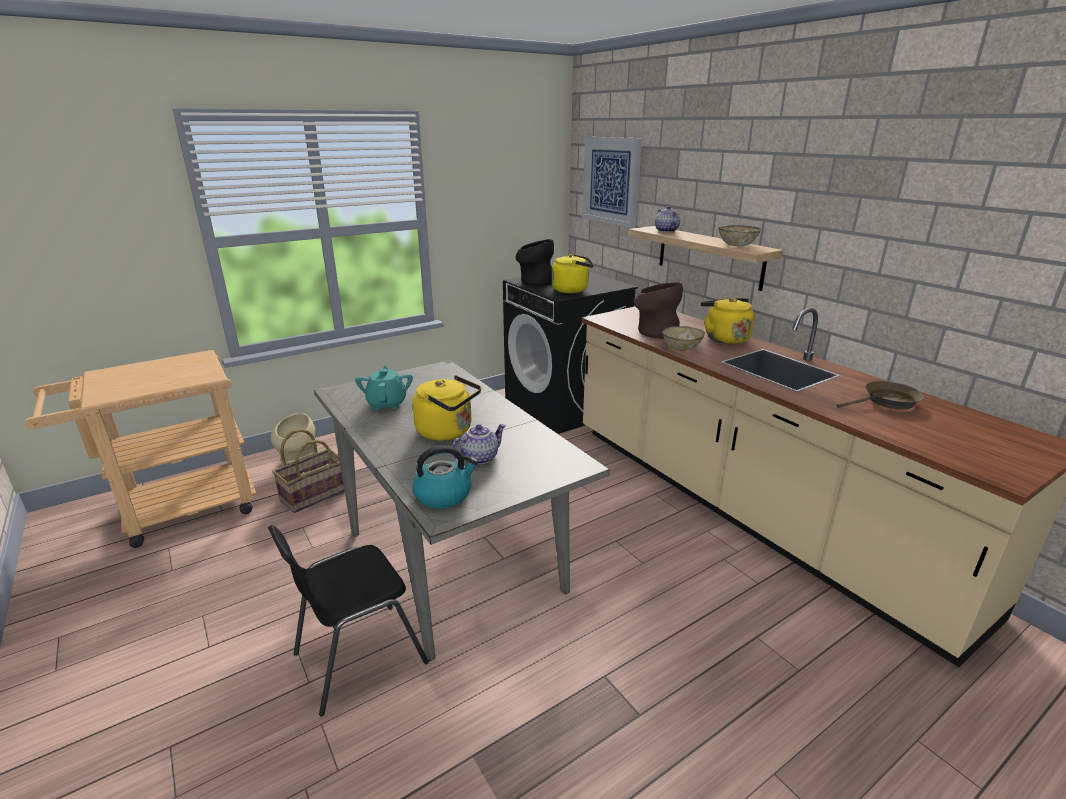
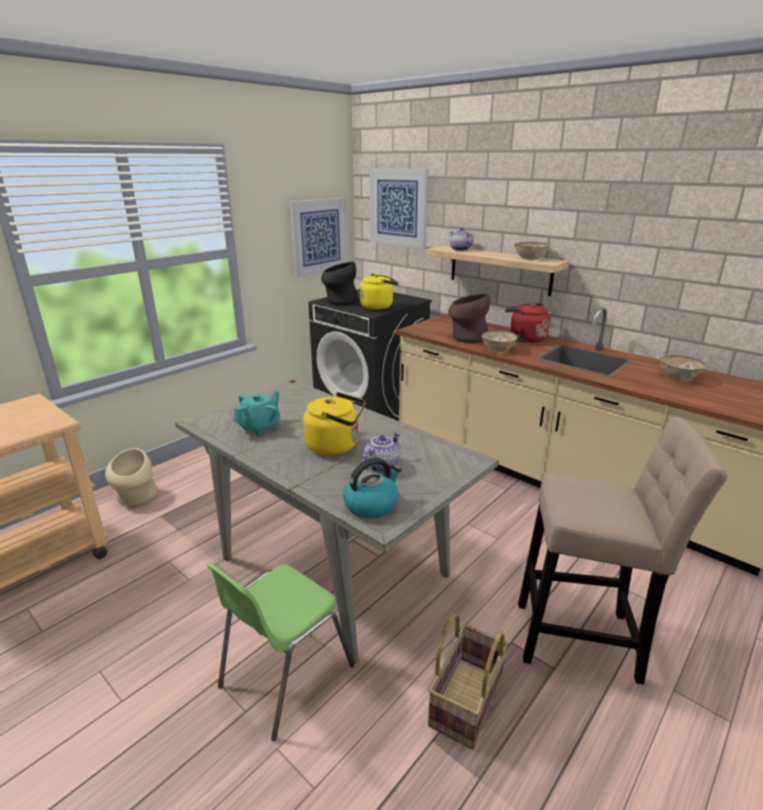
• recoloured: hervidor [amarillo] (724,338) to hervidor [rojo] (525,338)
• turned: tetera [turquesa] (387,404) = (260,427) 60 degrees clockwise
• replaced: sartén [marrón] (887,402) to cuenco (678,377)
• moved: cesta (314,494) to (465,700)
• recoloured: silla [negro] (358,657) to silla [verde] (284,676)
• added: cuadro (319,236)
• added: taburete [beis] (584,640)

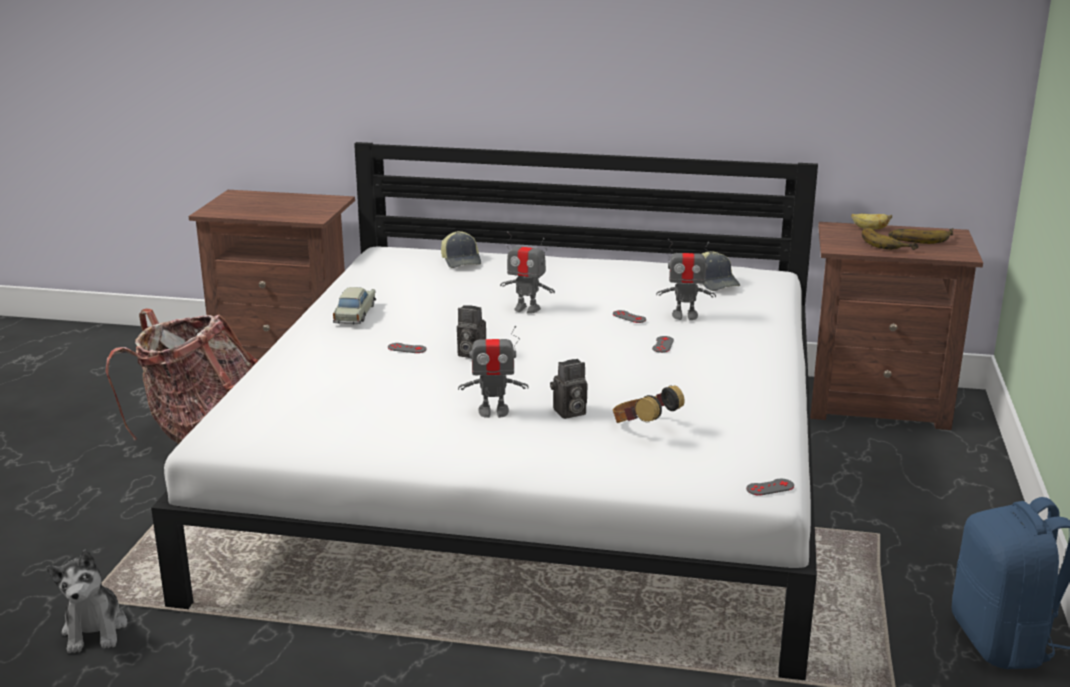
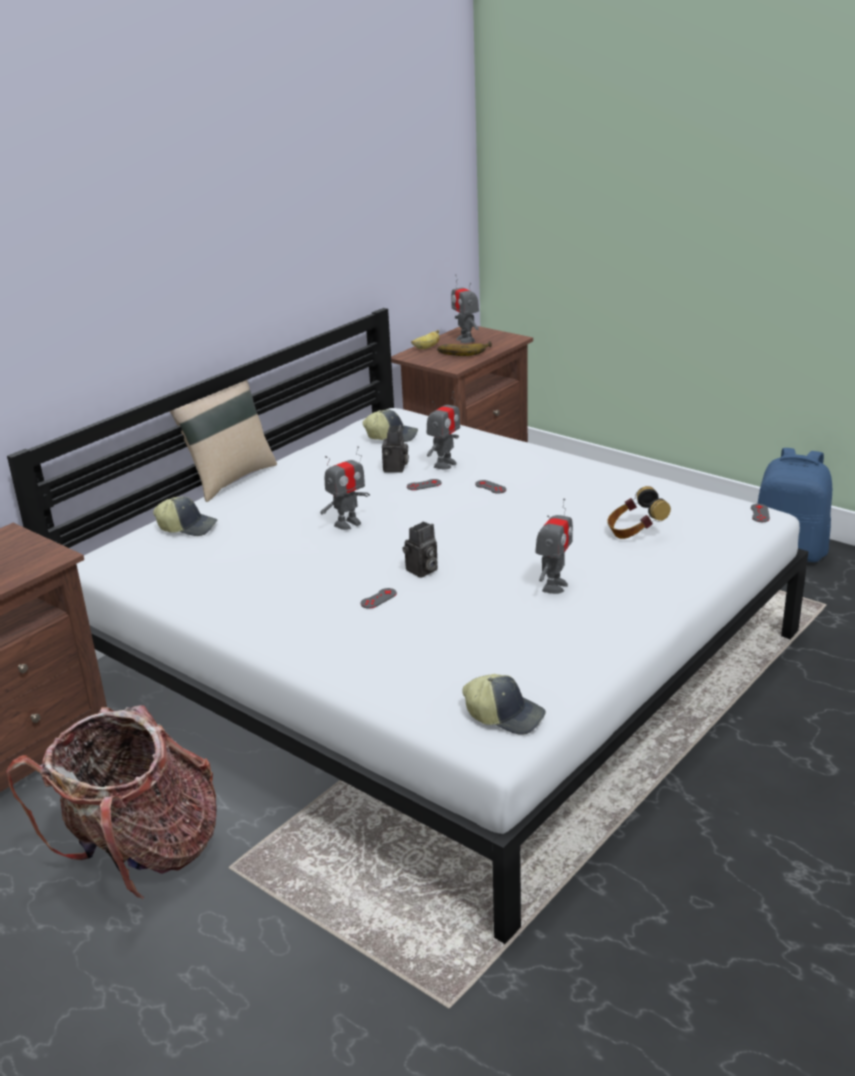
• replaced: plátano (920,238) to robot de juguete (465,339)
• removed: coche de juguete [beis] (354,314)
• moved: cámara (569,413) to (396,468)
• removed: peluche (95,630)
• added: cojín [beis] (229,479)
• added: gorra (505,715)

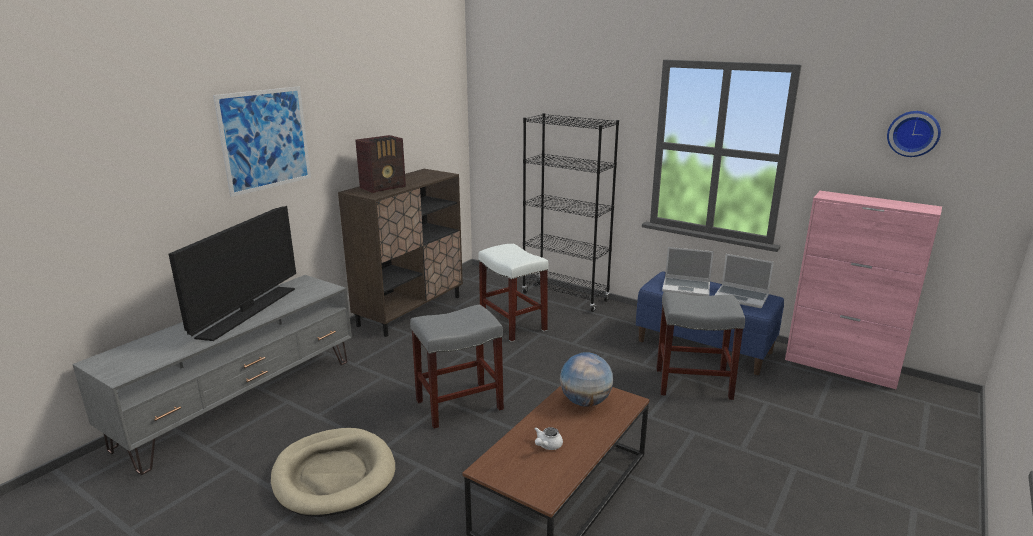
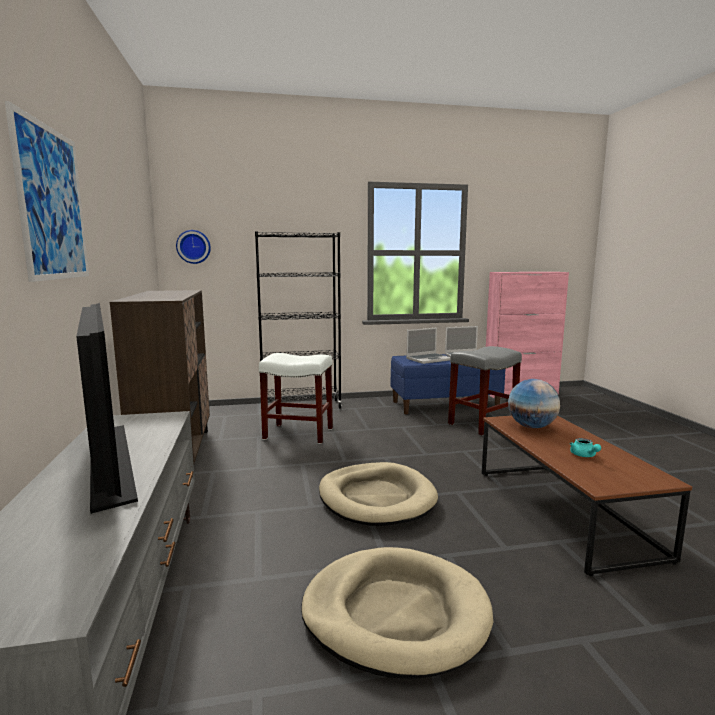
• moved: reloj de pared (913,133) to (193,246)
• removed: radio (384,187)
• replaced: taburete [gris] (460,404) to cama para perro [beis] (376,498)
• recoloured: tetera [blanco] (547,446) to tetera [turquesa] (584,456)

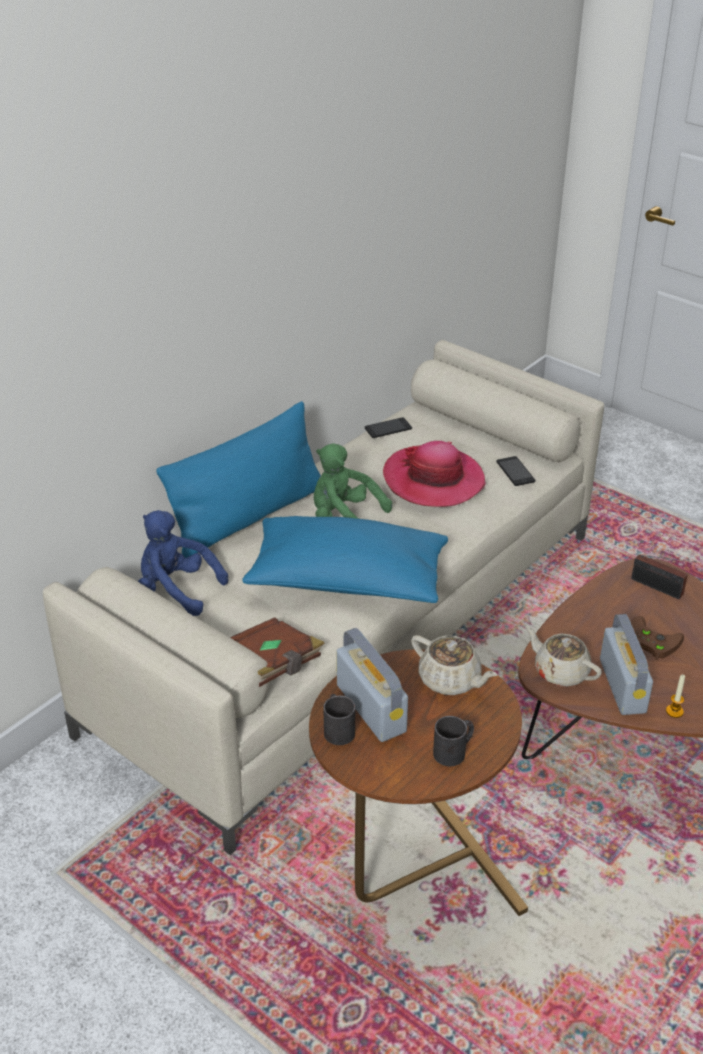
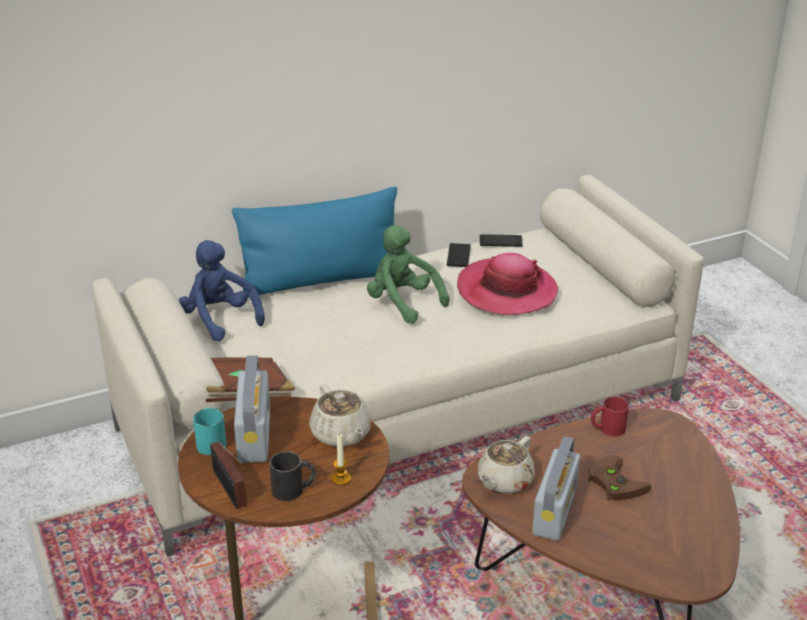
• moved: móvil (515,471) to (458,256)
• removed: cojín [azul] (347,581)
• moved: radio (659,588) to (230,490)
• turned: tetera [beis] (560,672) = (504,481) 120 degrees counterclockwise
• moved: vela (674,711) to (341,479)
• recoloured: taza grande [negro] (337,728) to taza grande [turquesa] (213,441)
• added: taza grande [rojo] (607,428)

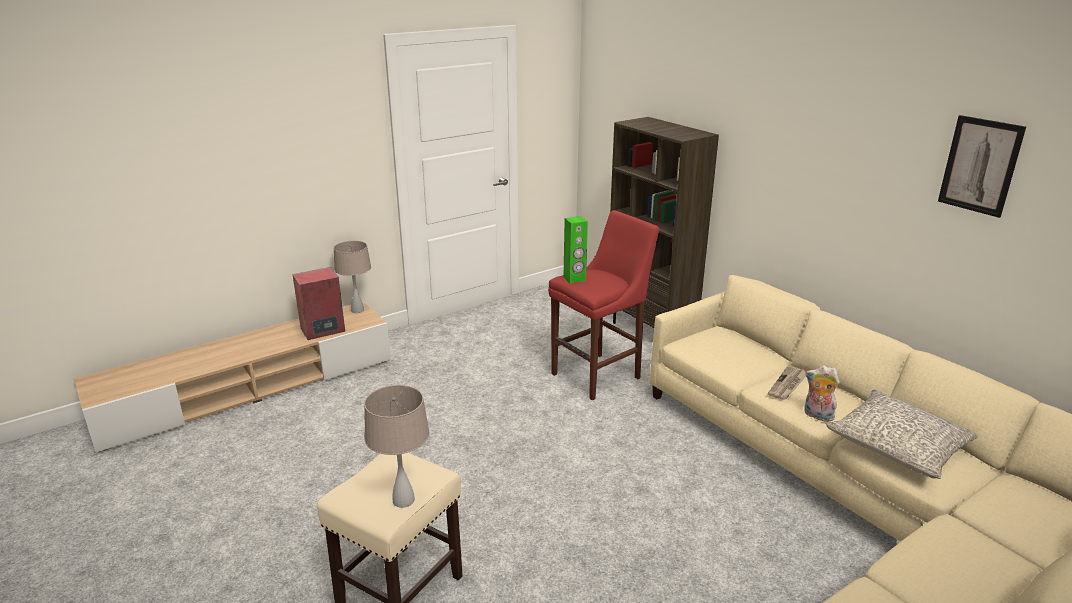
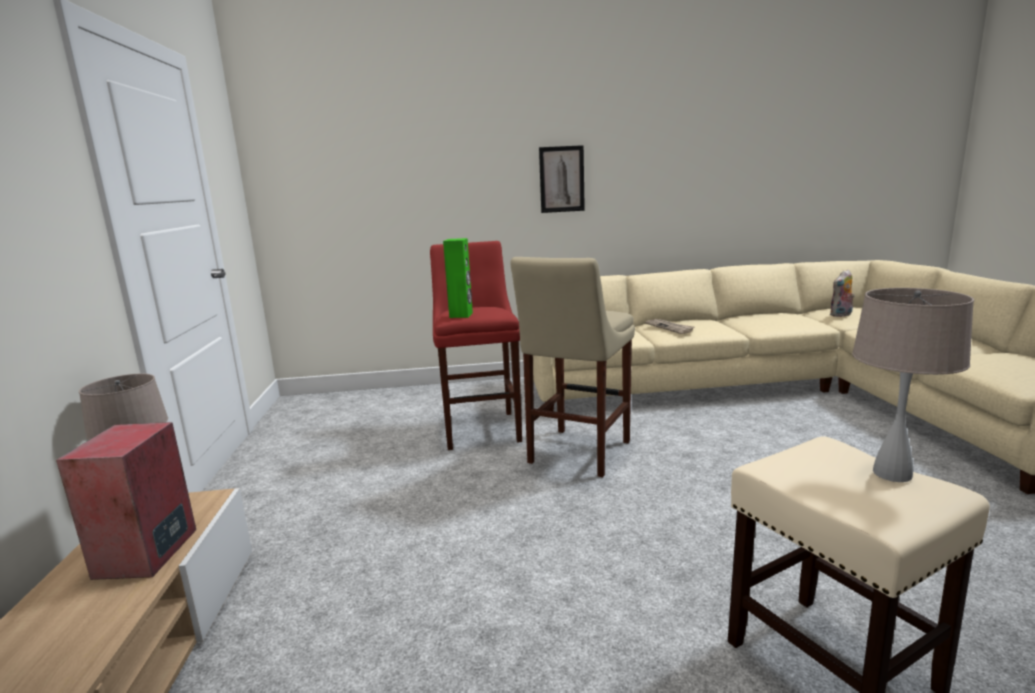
• moved: cuadro (980,165) to (561,179)
• removed: estantería [marrón] (650,332)
• moved: peluche (817,416) to (841,315)
• removed: cojín [gris] (899,446)
• added: taburete [beis] (576,454)

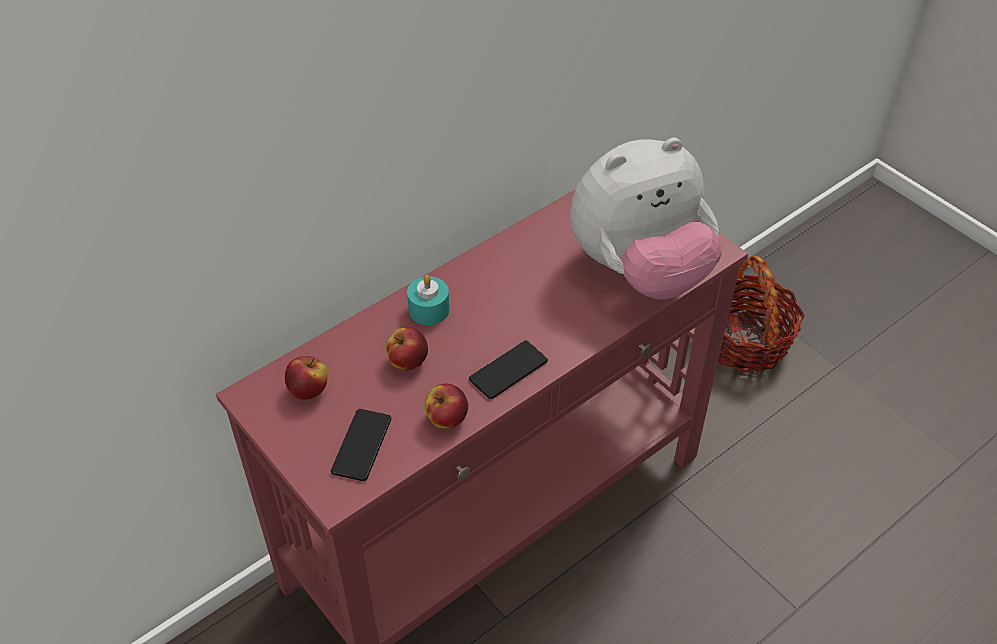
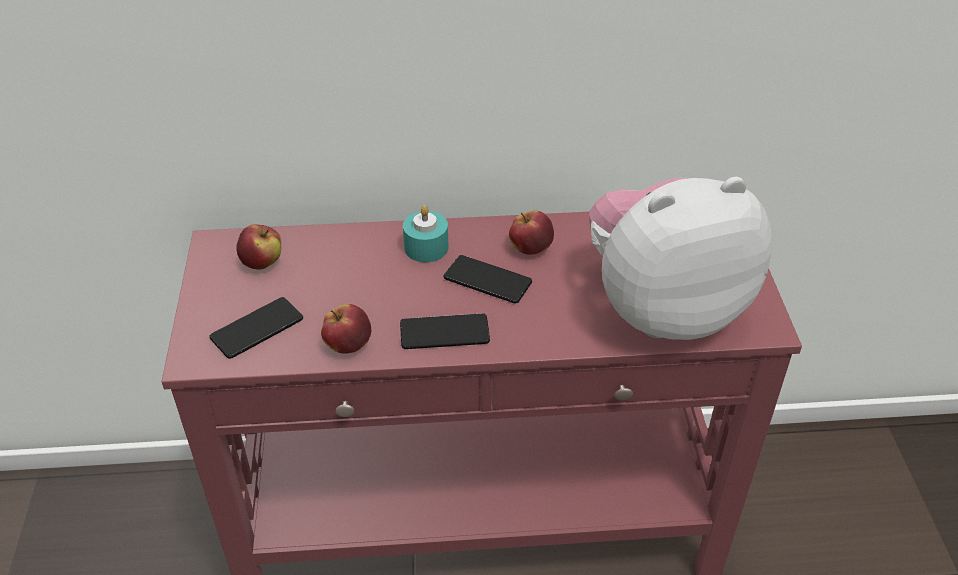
• turned: peluche (640,271) = (662,307) 150 degrees clockwise
• removed: cesta (745,341)
• moved: manzana (408,362) to (530,249)
• added: móvil (487,280)

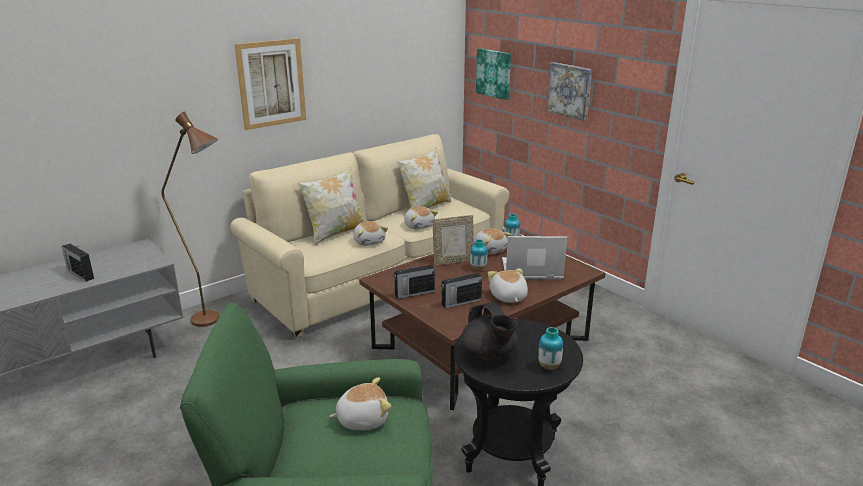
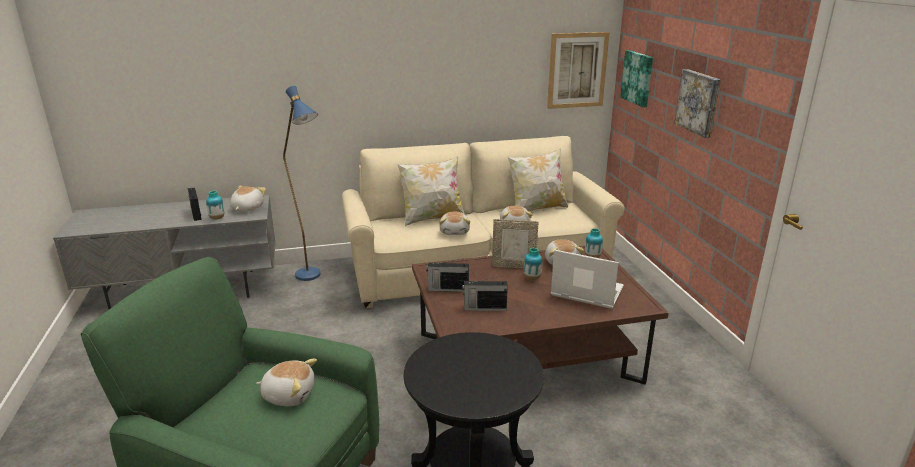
• moved: cuadro (271,83) to (577,70)
• recoloured: lámpara de pie [marrón] (214,321) to lámpara de pie [azul] (313,278)
• moved: peluche (508,297) to (246,208)
• removed: tetera [negro] (489,355)
• moved: florero (549,366) to (217,218)

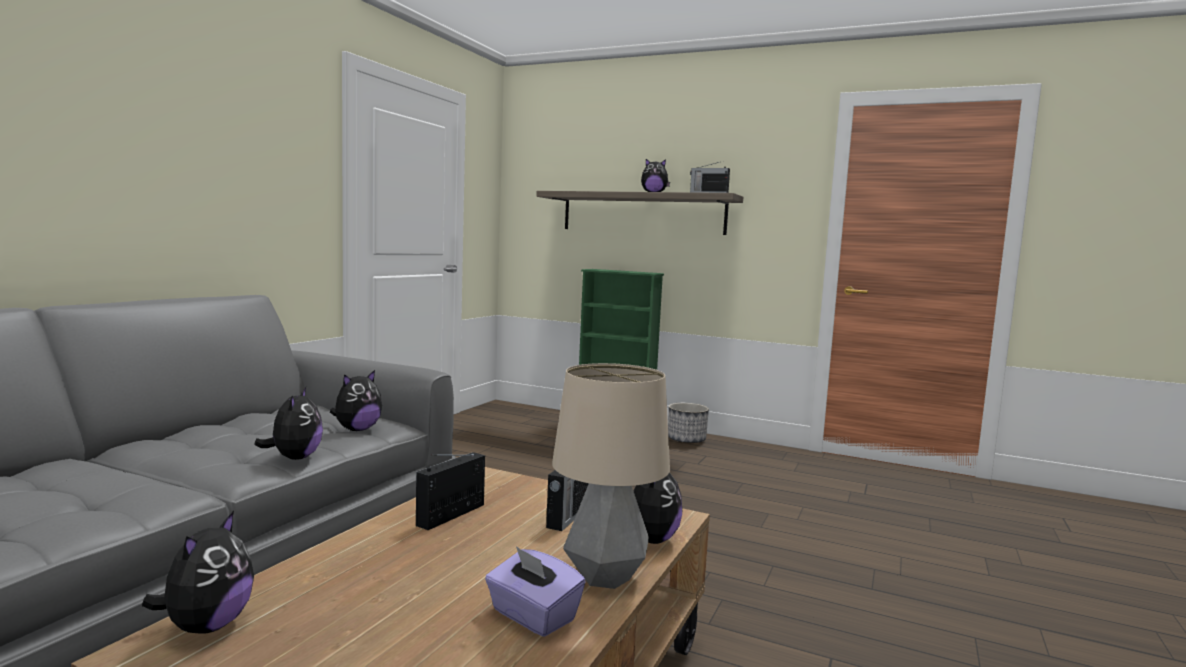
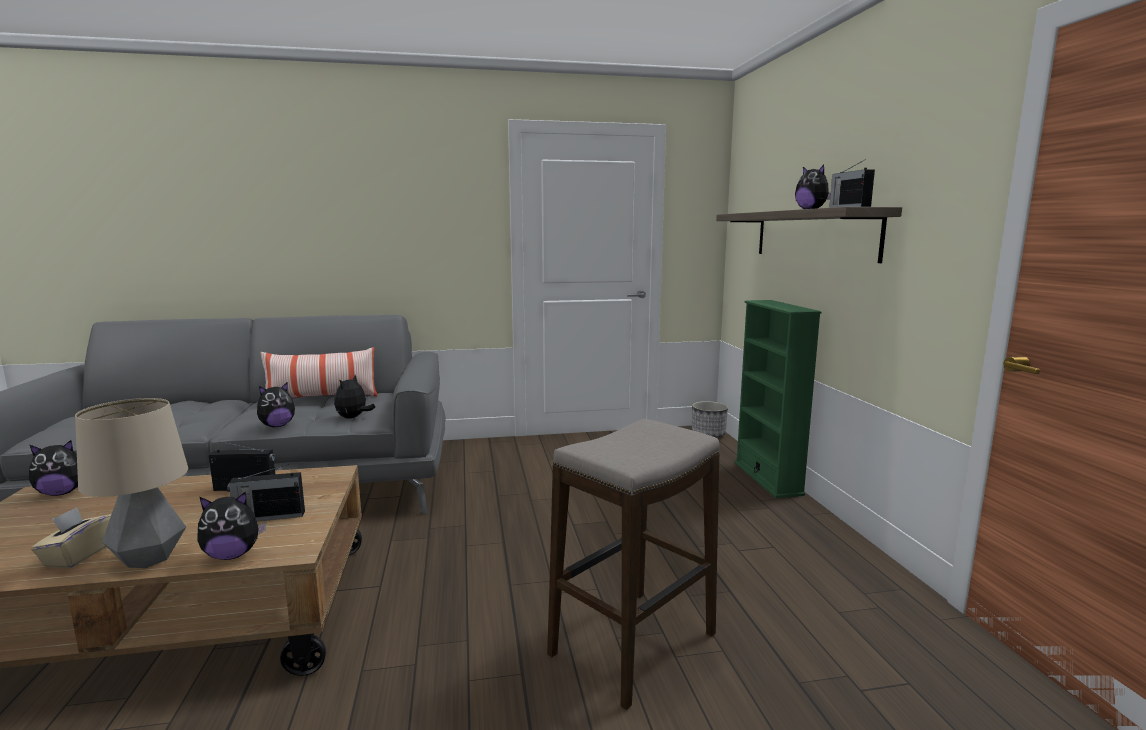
• turned: peluche (357,429) = (353,418) 105 degrees clockwise
• moved: maceta (686,440) to (708,434)
• recoloured: caja de pañuelos [morado] (532,616) to caja de pañuelos [beis] (78,555)
• added: cojín (322,398)
• added: taburete (634,645)

